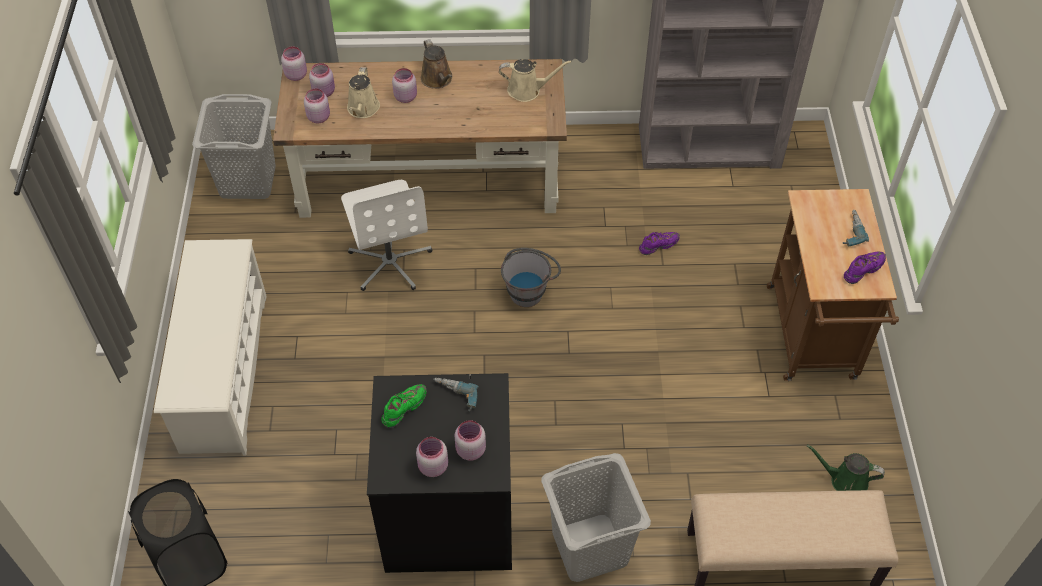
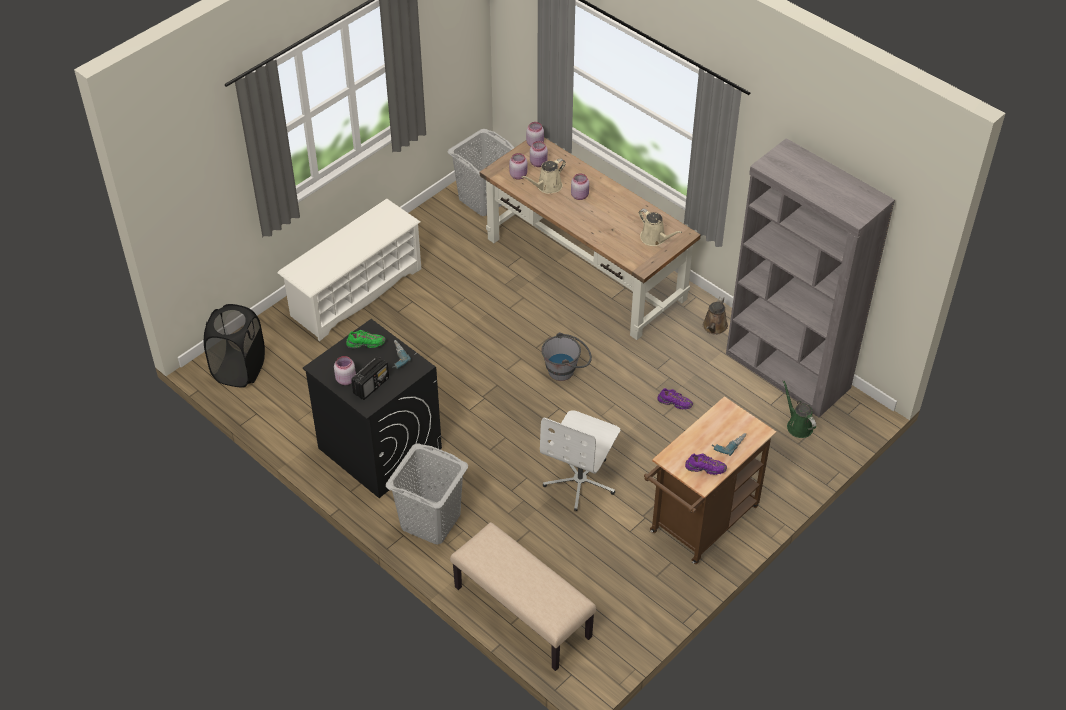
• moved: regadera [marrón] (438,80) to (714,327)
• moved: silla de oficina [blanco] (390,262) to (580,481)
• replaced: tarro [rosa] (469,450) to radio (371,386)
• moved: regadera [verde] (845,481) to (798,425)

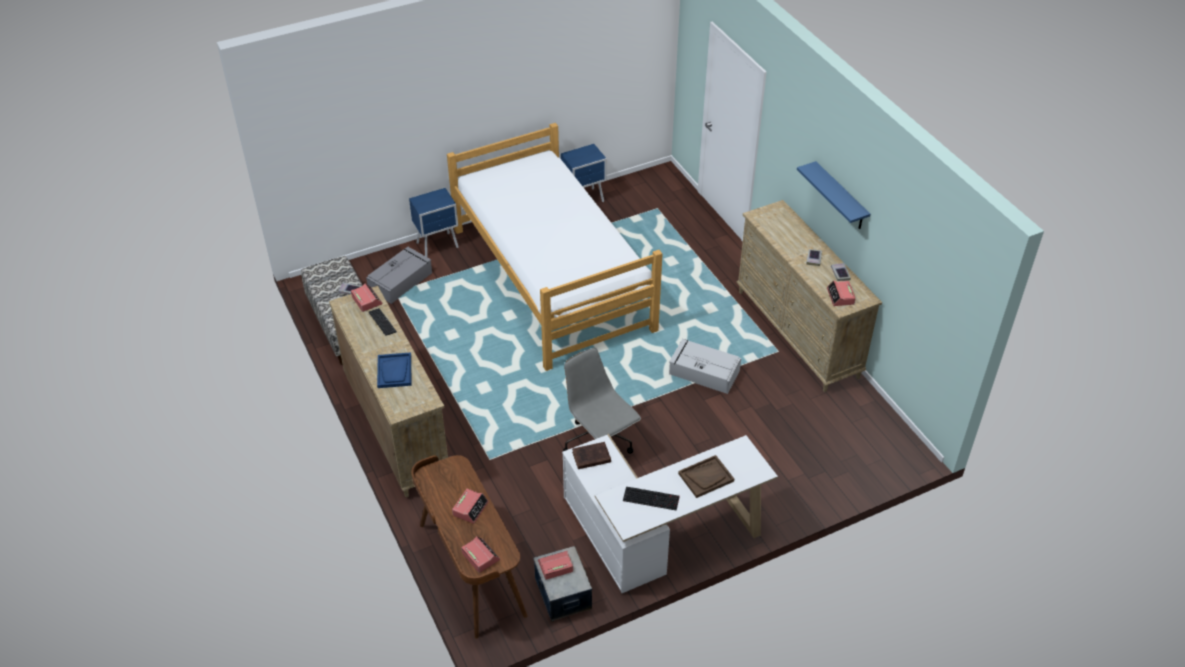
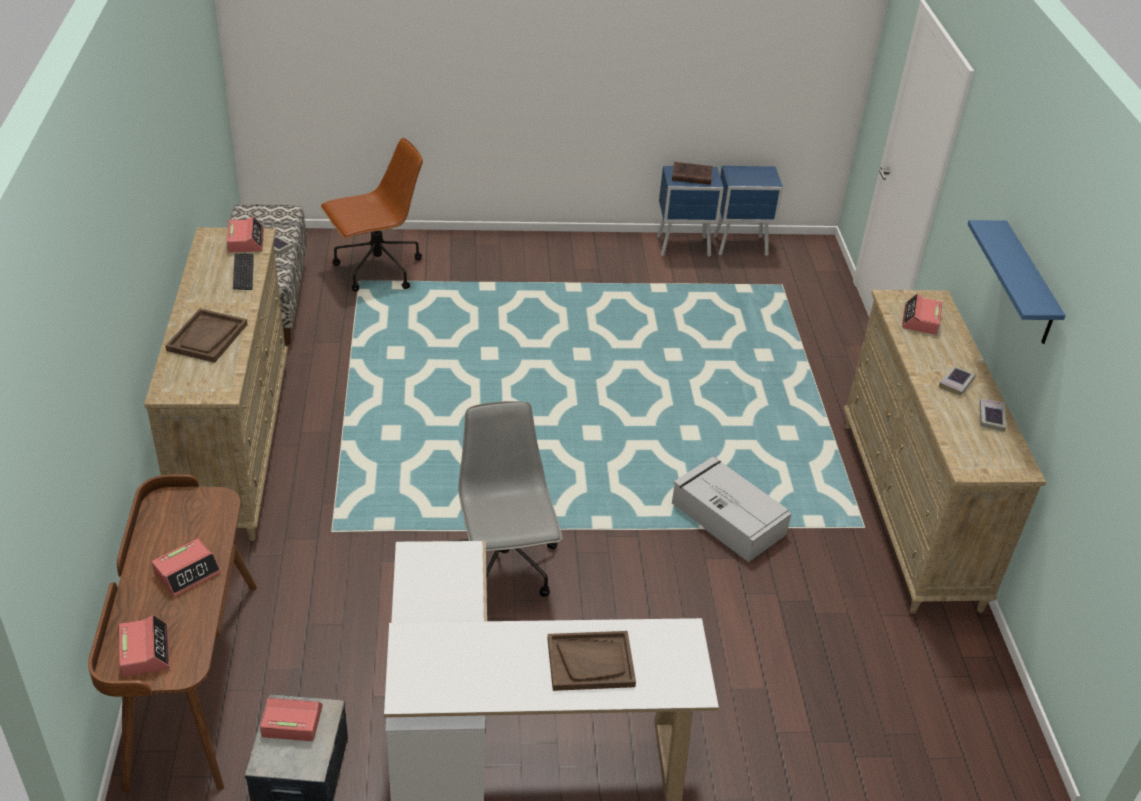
• removed: cama (552,278)
• moved: mesita de noche [azul] (438,245) to (741,247)
• replaced: caja de almacenaje [gris] (401,280) to silla de oficina [marrón] (377,270)
• moved: despertador (840,296) to (920,320)
• recoloured: bandeja [azul] (394,371) to bandeja [marrón] (207,337)
• moved: libro [marrón] (590,457) to (690,176)
• removed: teclado (652,498)

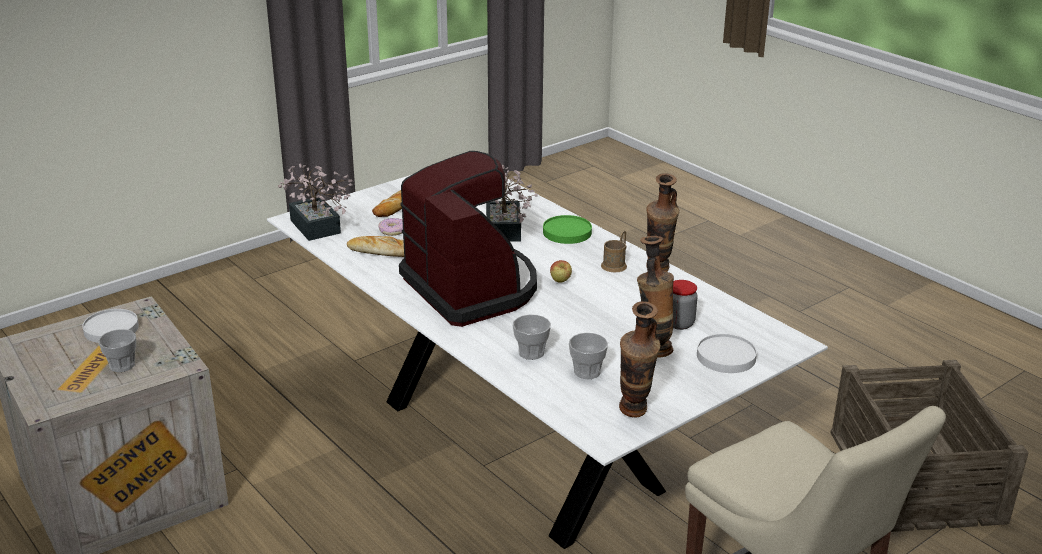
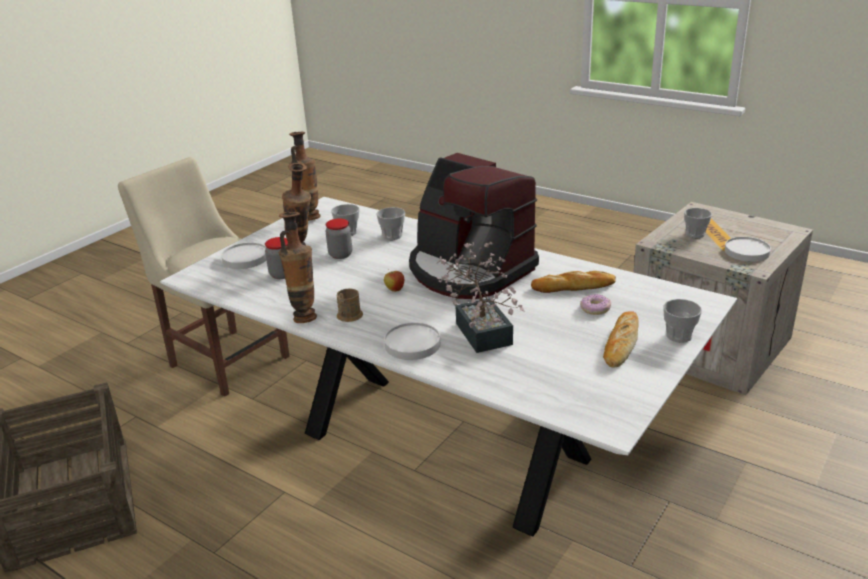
• removed: planta en maceta (317,229)
• recoloured: plato [verde] (566,232) to plato [blanco] (413,344)
• added: tarro (340,255)
• added: taza (679,336)

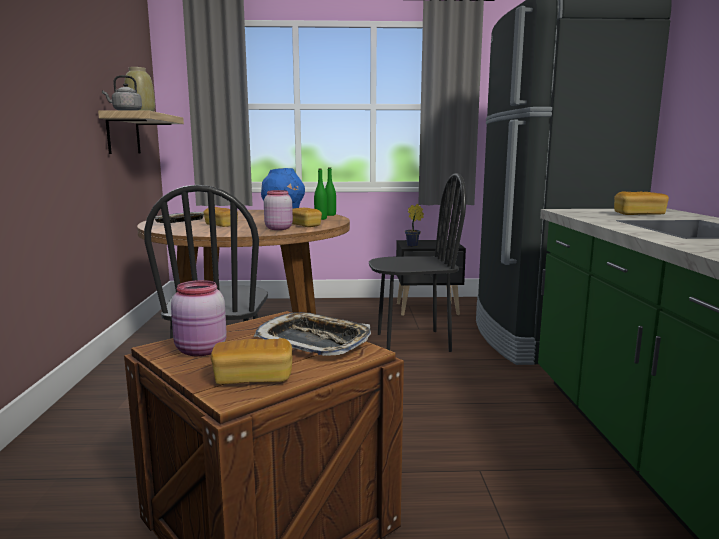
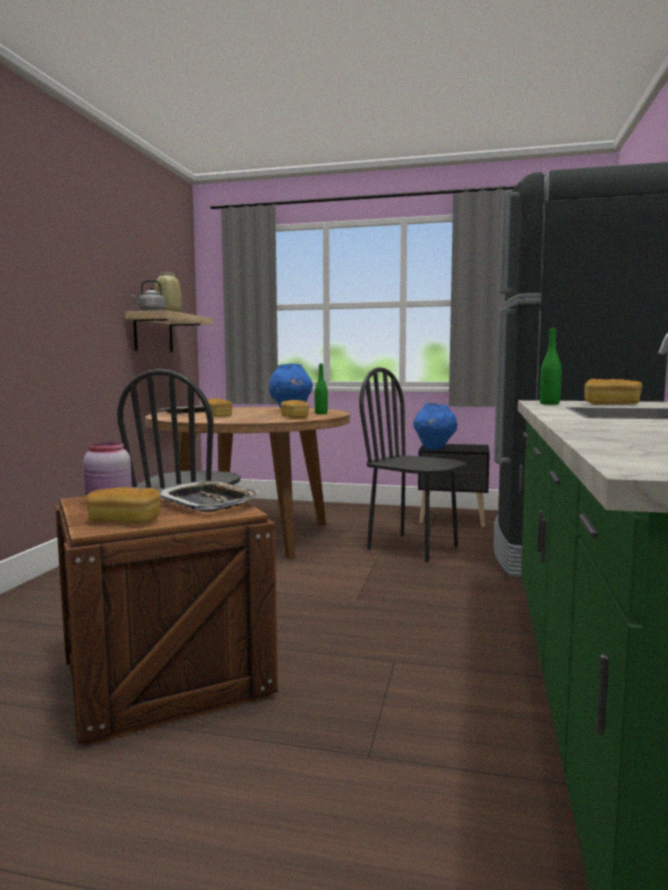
• moved: botella [verde] (330,215) to (549,404)
• turned: silla [negro] (413,342) = (413,547) 150 degrees counterclockwise
• removed: tarro [rosa] (278,228)
• replaced: planta en maceta (413,246) to florero [azul] (434,448)

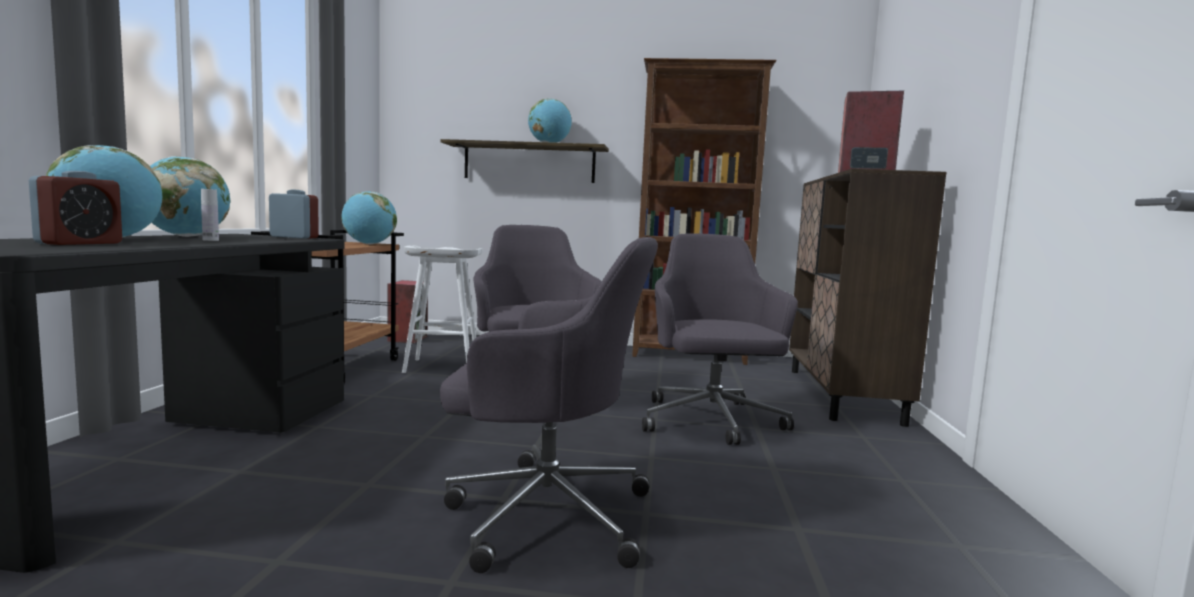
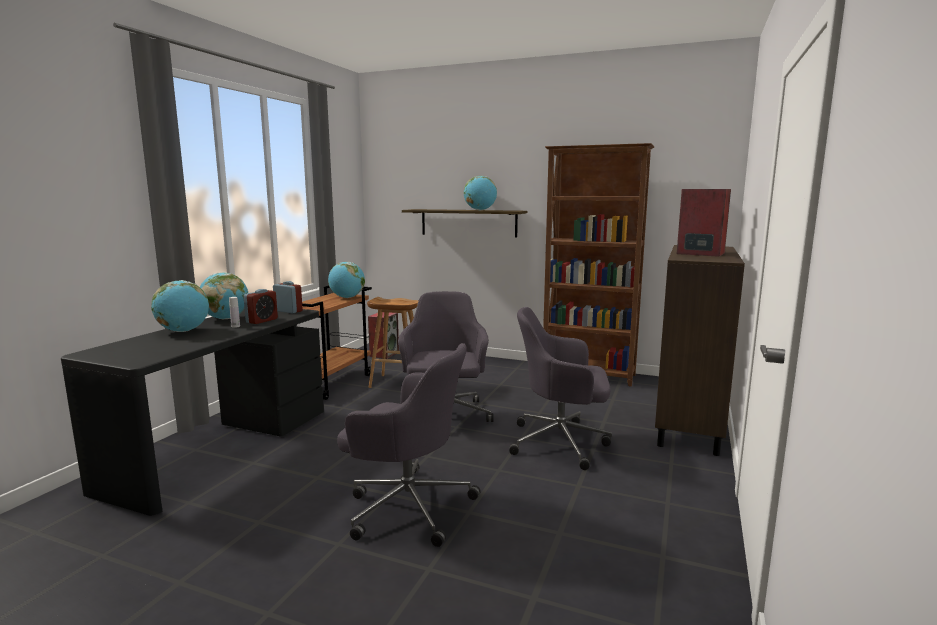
• moved: despertador (79,243) to (262,321)
• turned: silla de oficina [gris] (711,422) = (561,442) 90 degrees counterclockwise
• recoloured: taburete [blanco] (441,367) to taburete [marrón] (396,383)

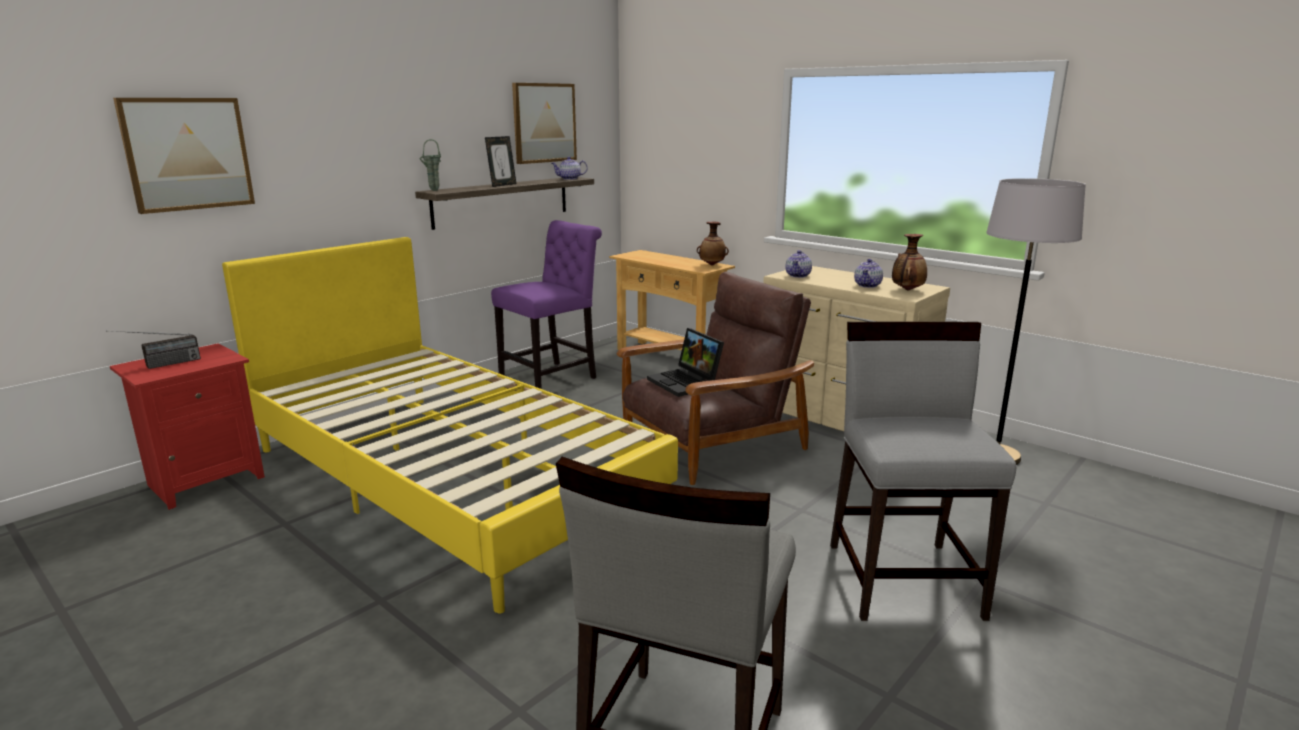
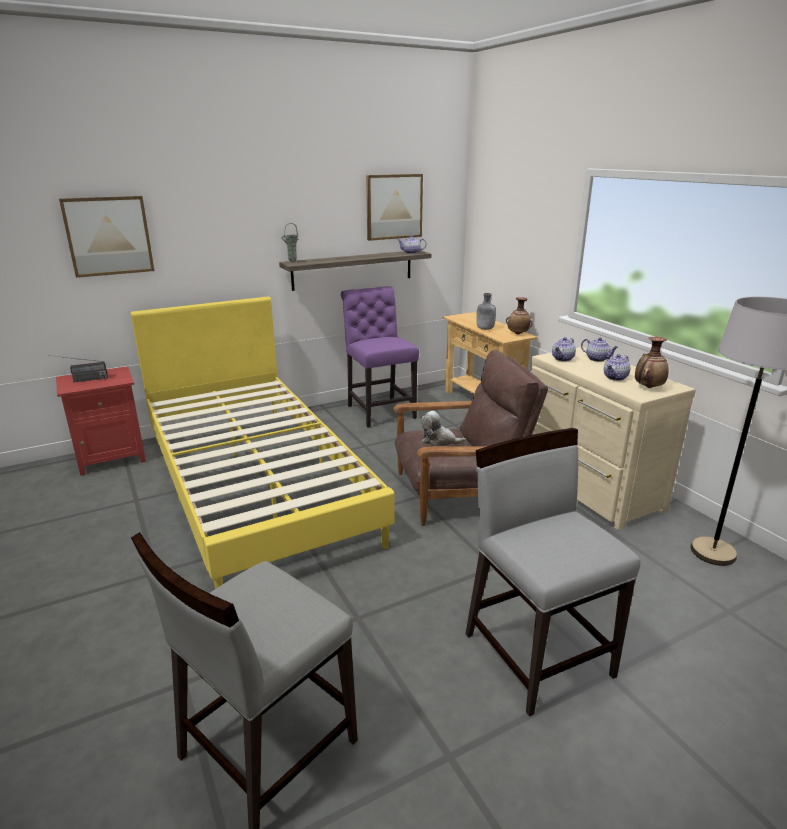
• removed: portarretratos (502,185)
• turned: silla [morado] (552,378) = (379,410) 90 degrees counterclockwise
• turned: silla [gris] (904,578) = (537,653) 45 degrees counterclockwise
• replaced: portátil (686,383) to peluche (439,441)
• added: botella [gris] (485,329)
• added: tetera (597,359)

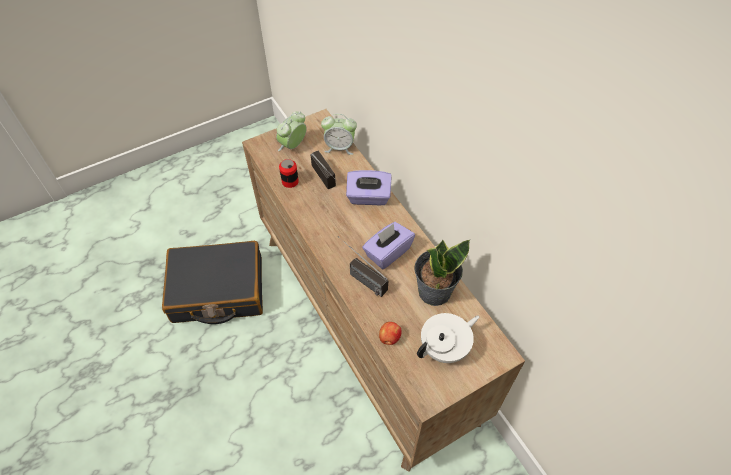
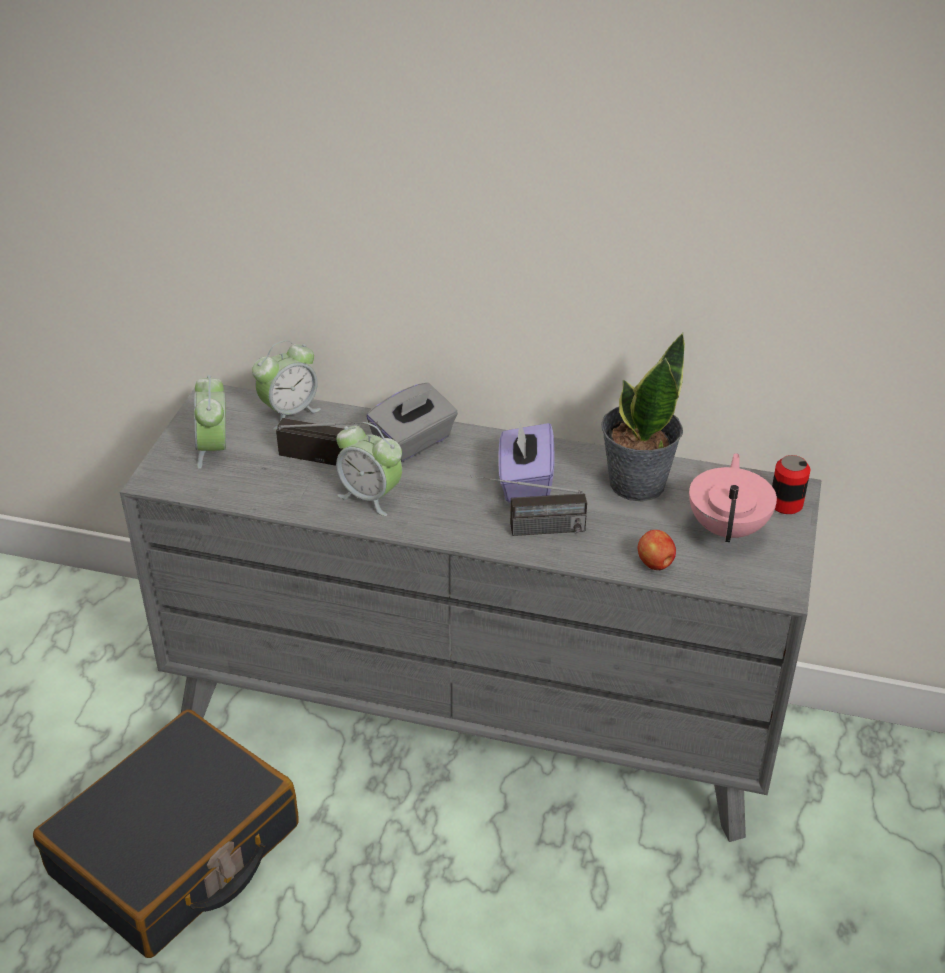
• recoloured: cómoda [marrón] (366,324) to cómoda [gris] (473,716)
• moved: lata (290,181) to (786,504)
• recoloured: caja de pañuelos [morado] (368,197) to caja de pañuelos [gris] (413,442)
• recoloured: tetera [blanco] (445,348) to tetera [rosa] (728,527)
• added: despertador (370,496)

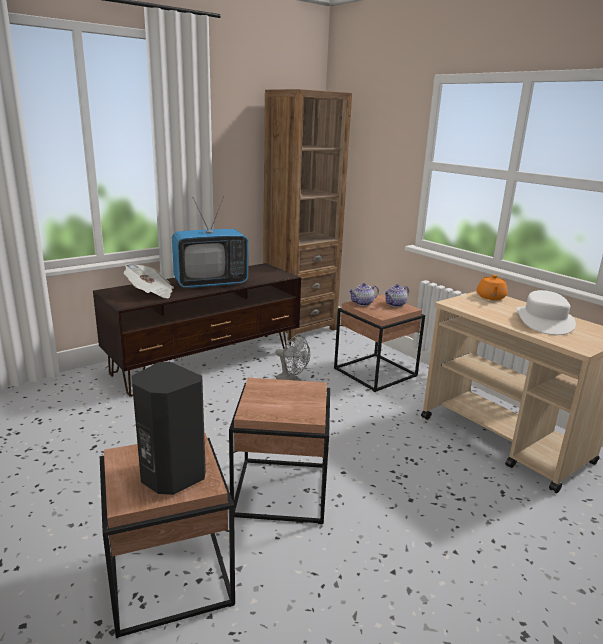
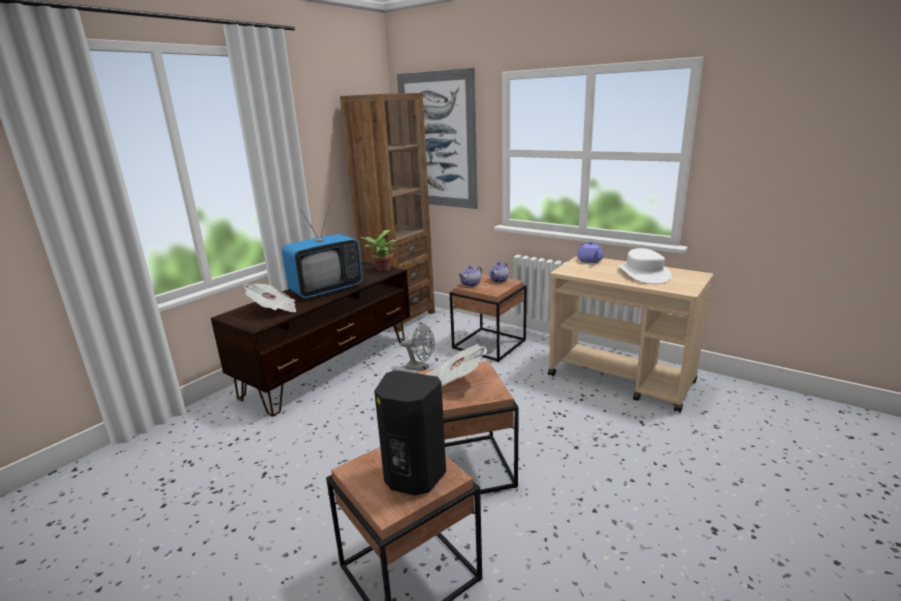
• recoloured: tetera [naranja] (490,297) to tetera [morado] (589,261)
• added: cuadro (437,141)
• added: planta en maceta (381,270)
• added: periódico (454,381)

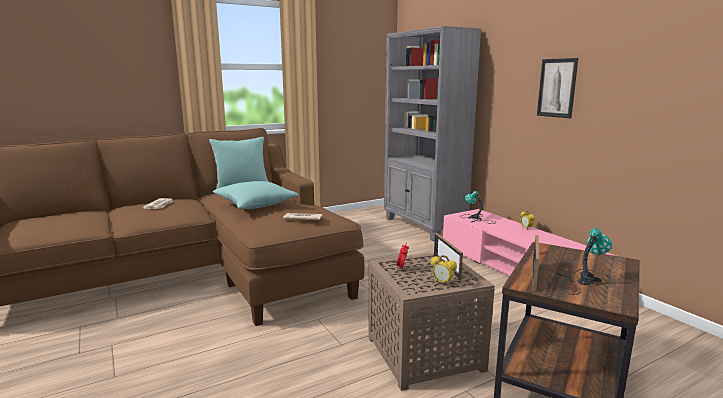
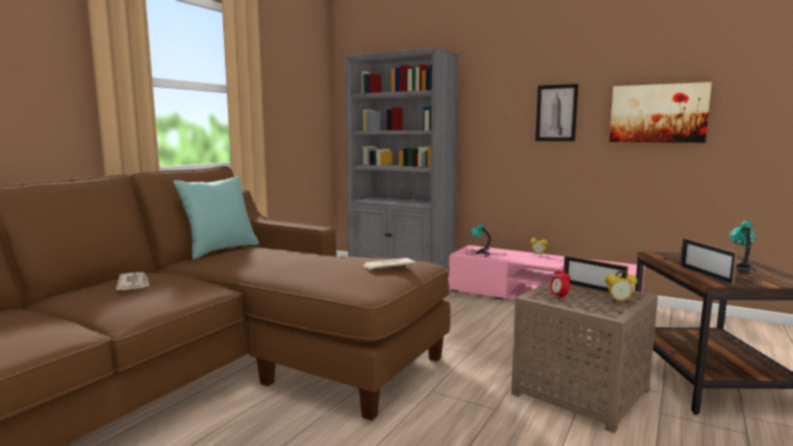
• removed: cojín [turquesa] (255,205)
• added: cuadro (658,113)

